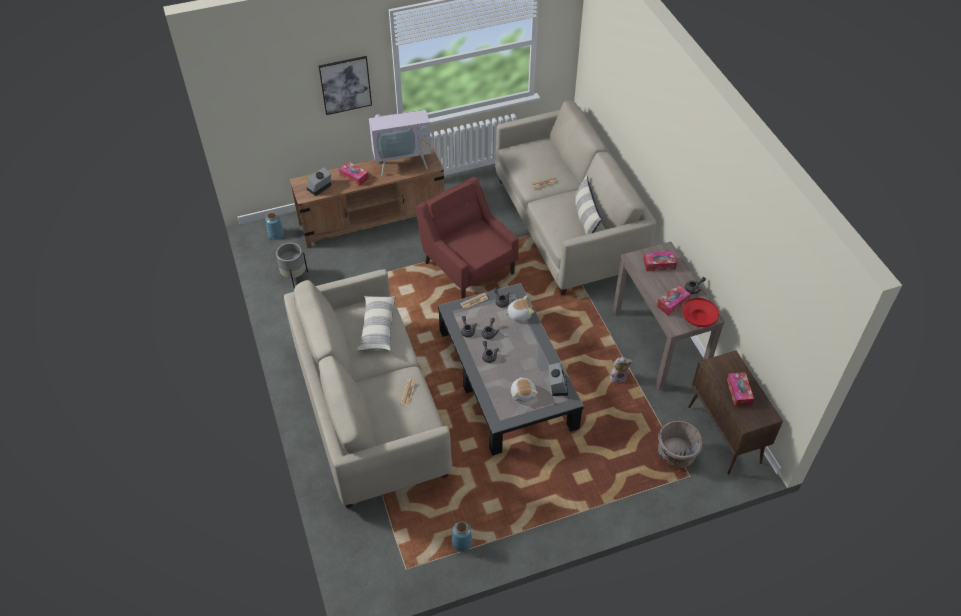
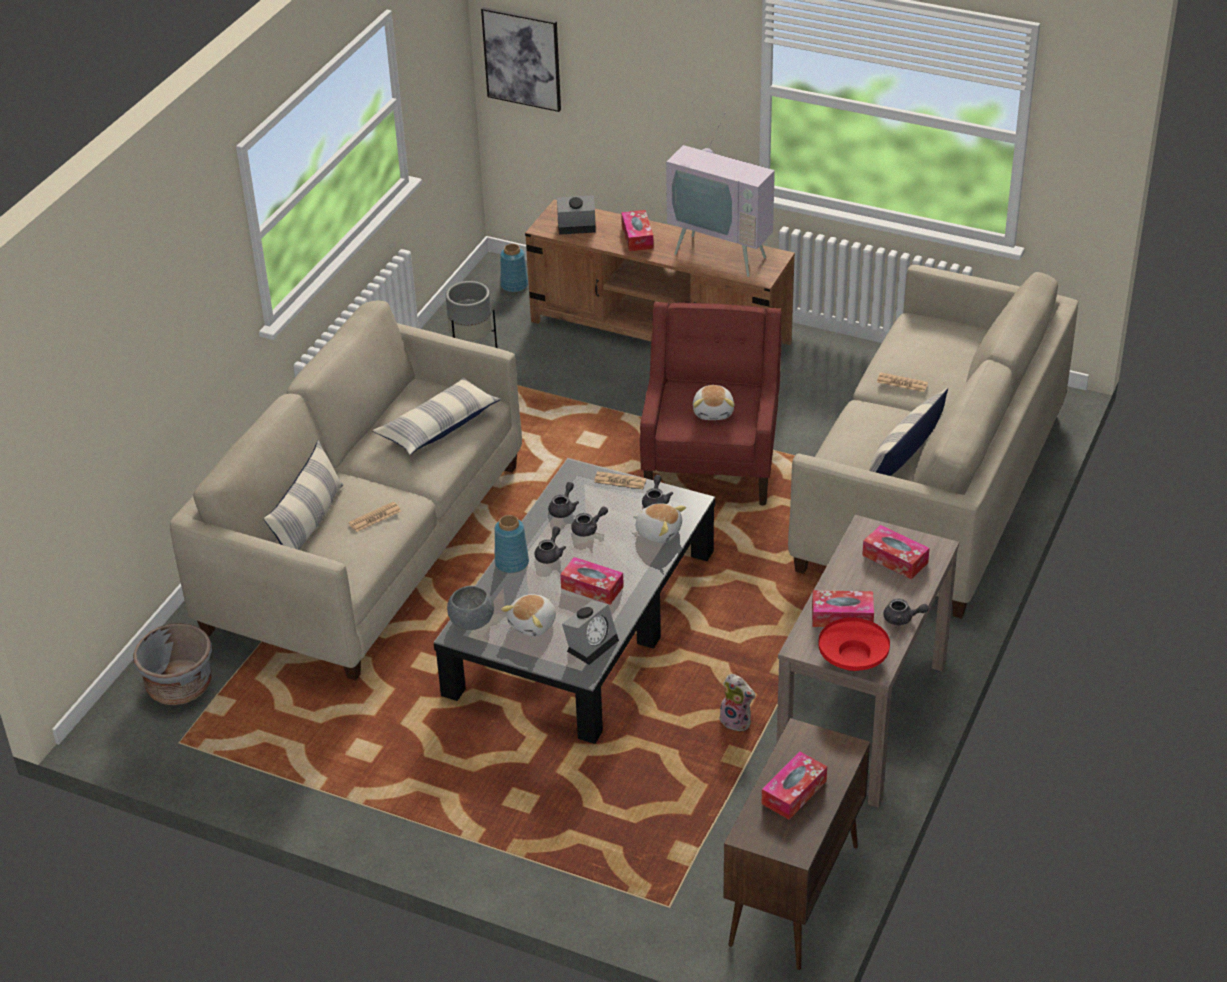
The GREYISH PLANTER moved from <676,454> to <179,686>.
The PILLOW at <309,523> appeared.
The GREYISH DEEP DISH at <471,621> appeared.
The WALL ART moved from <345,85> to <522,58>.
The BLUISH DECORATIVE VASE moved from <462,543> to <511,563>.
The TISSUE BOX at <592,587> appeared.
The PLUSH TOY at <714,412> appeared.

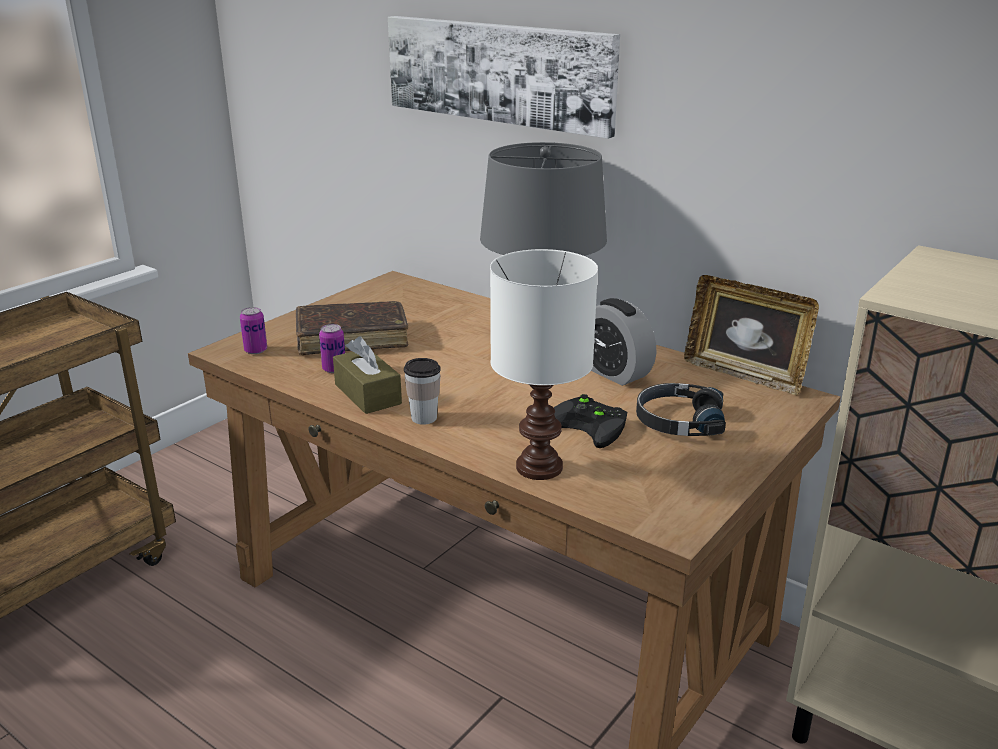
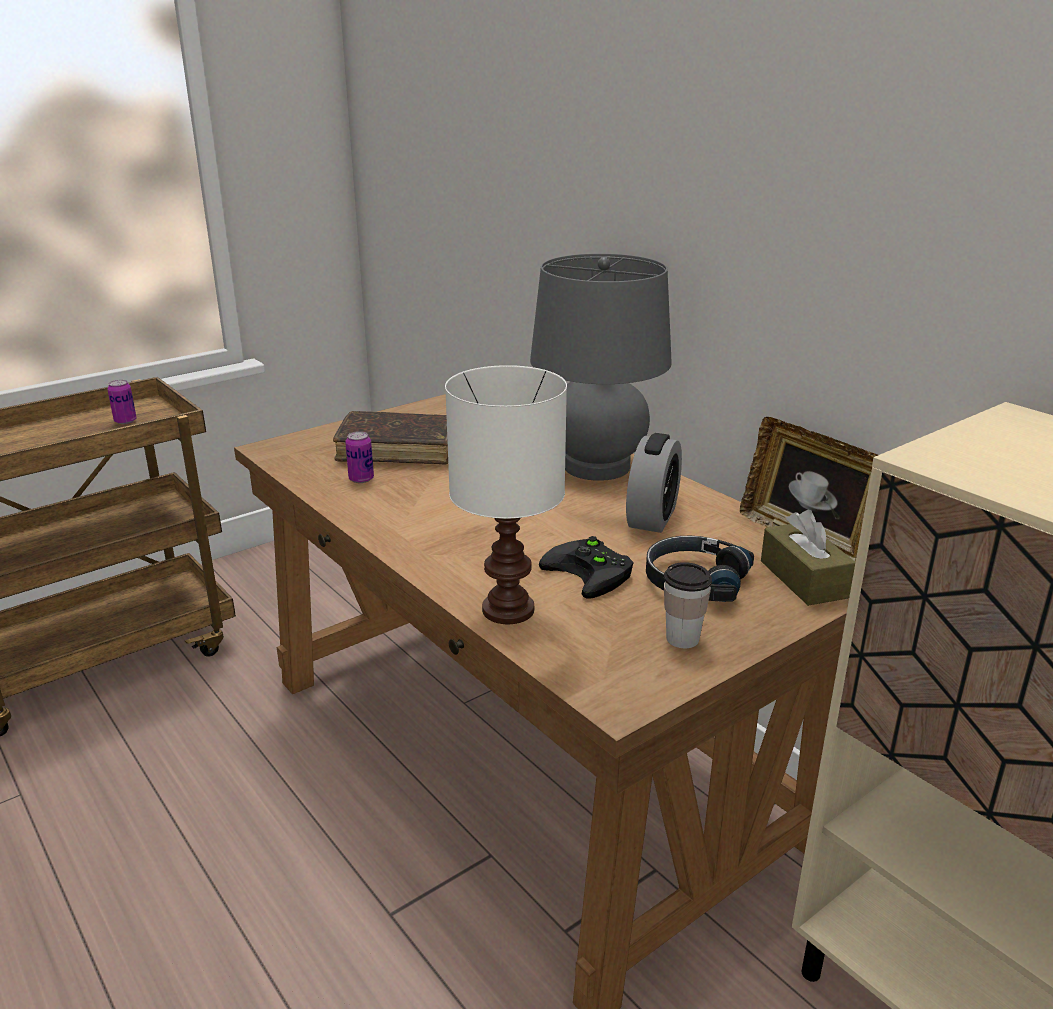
The METAL CAN moved from <256,350> to <125,421>.
The BEDSIDE CLOCK at <613,372> turned 135 degrees counterclockwise.
The CUP moved from <424,418> to <682,639>.
The BROWN TISSUE BOX moved from <367,394> to <804,579>.
The WALL ART at <499,72> disappeared.

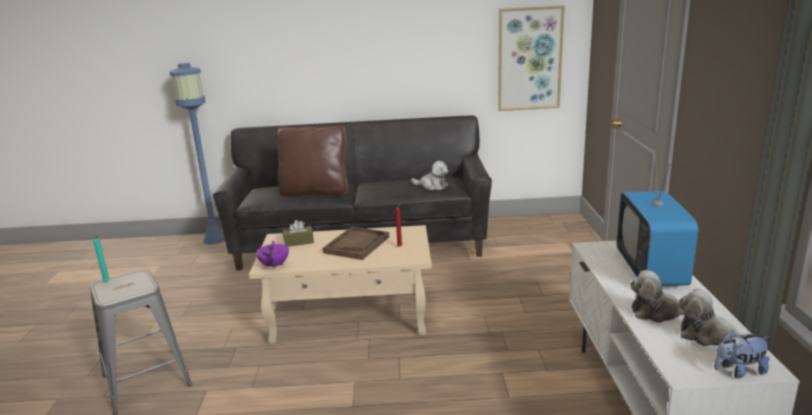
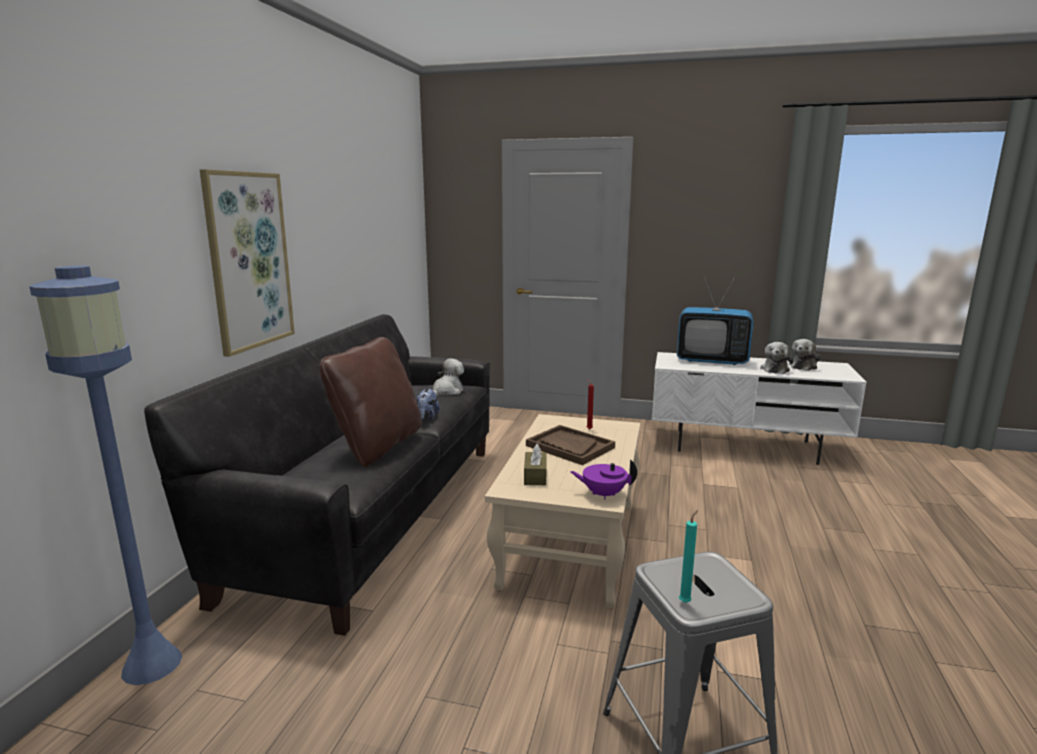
The WALL ART moved from <529,59> to <249,261>.
The PLUSH TOY moved from <738,371> to <427,417>.

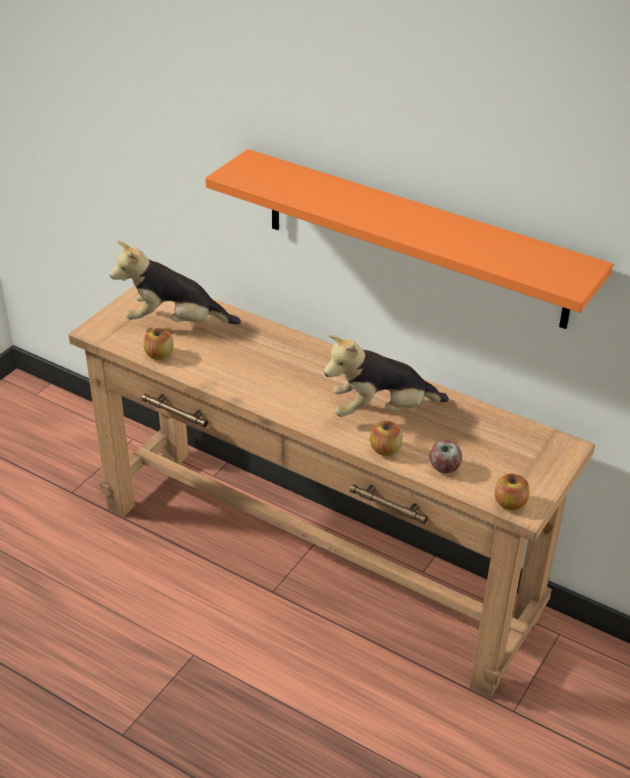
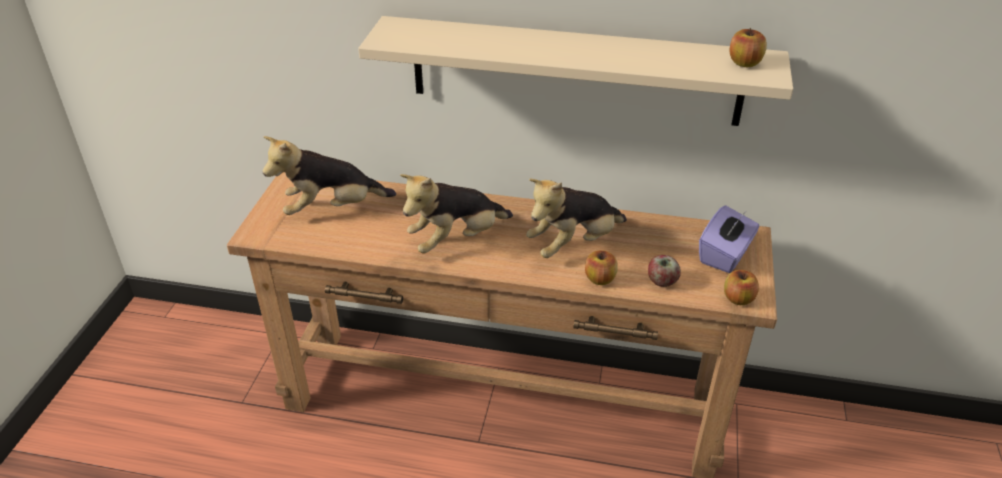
The ORANGE BRACKET SHELF at <414,238> became the SAND-COLOURED BRACKET SHELF at <575,71>.
The PLUSH TOY at <456,240> appeared.
The PURPLE-COLOURED TISSUE BOX at <725,255> appeared.
The APPLE moved from <159,355> to <744,63>.

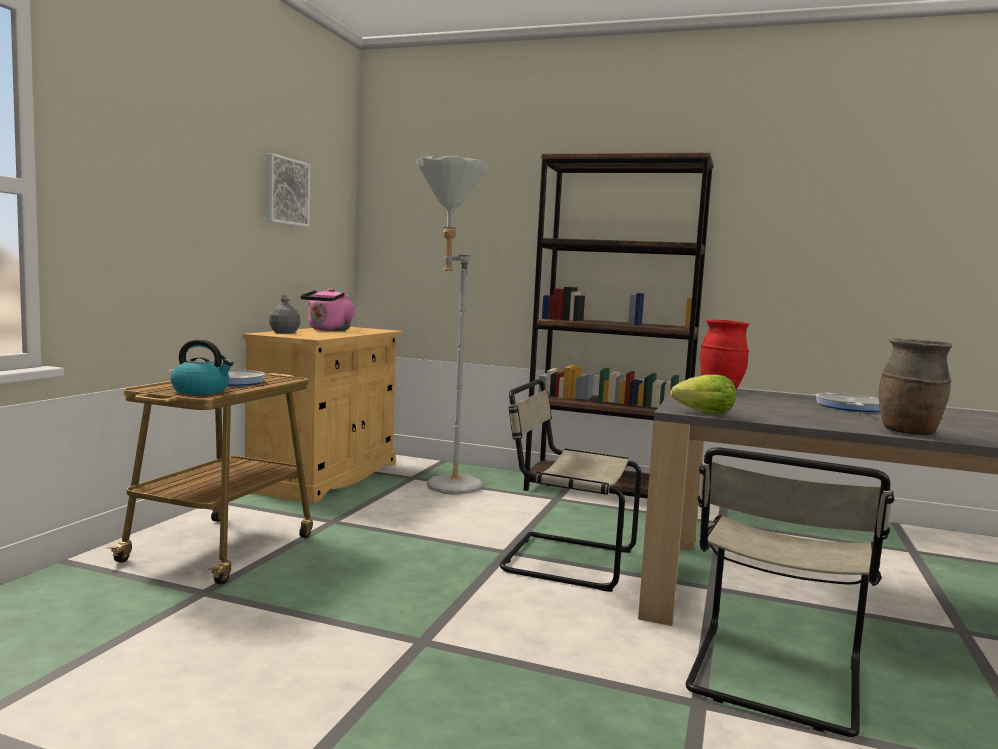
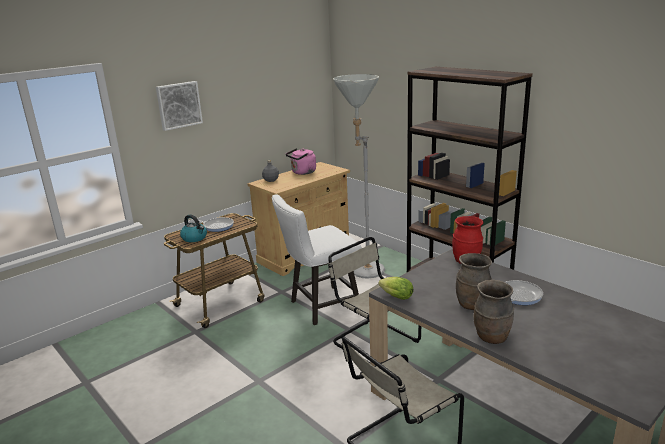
The WALL ART moved from <284,191> to <178,105>.
The WHITE STOOL at <320,307> appeared.
The BROWN DECORATIVE VASE at <472,305> appeared.

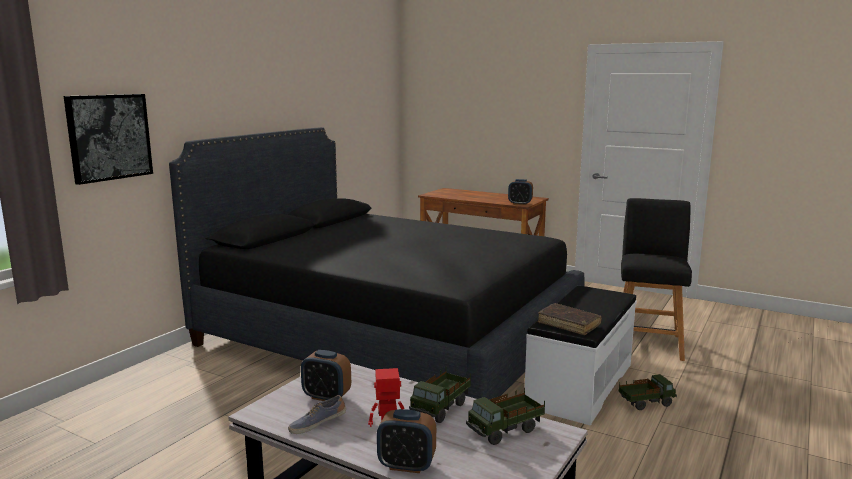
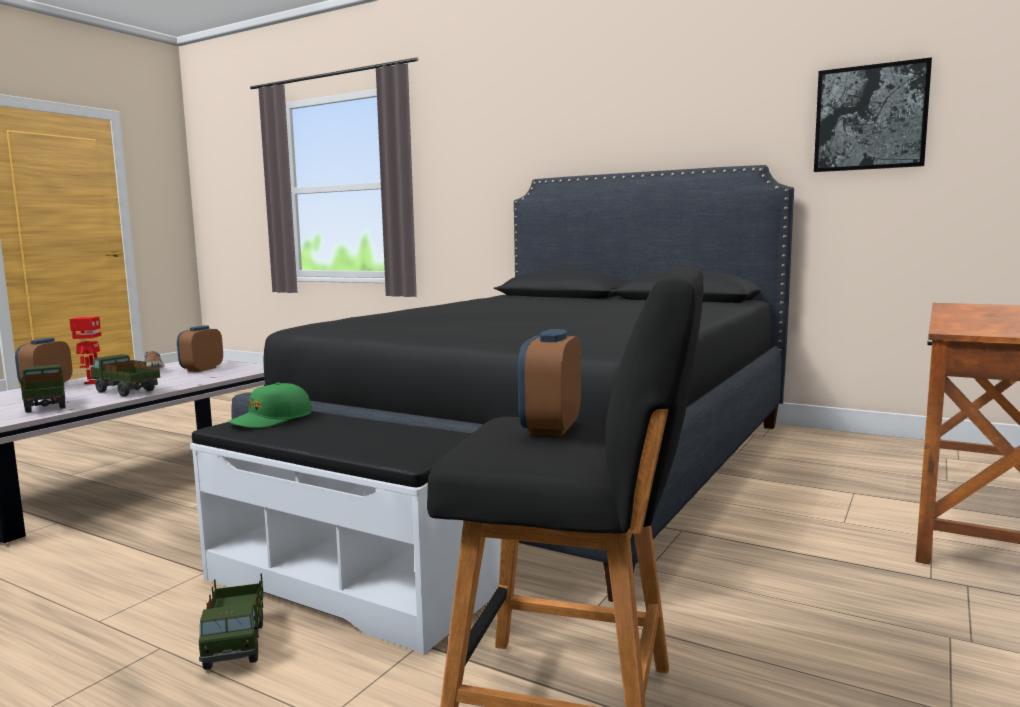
The BROWN VOLUME at <568,324> was replaced by the GREEN-COLOURED PEAKED CAP at <271,420>.
The BEDSIDE CLOCK moved from <520,203> to <551,428>.
The WALL ART moved from <109,137> to <870,118>.

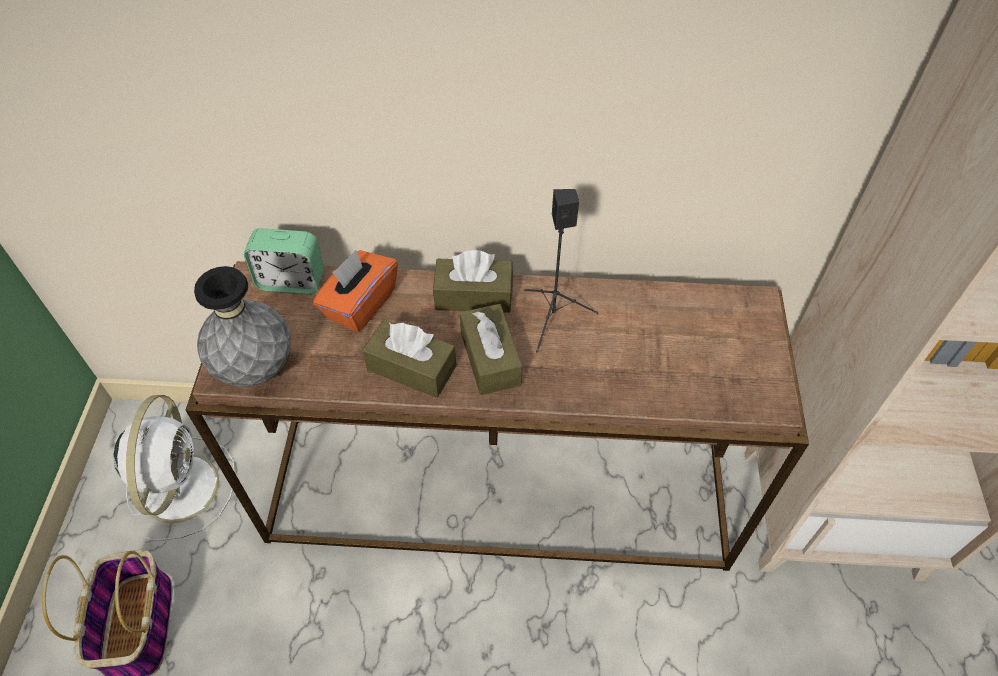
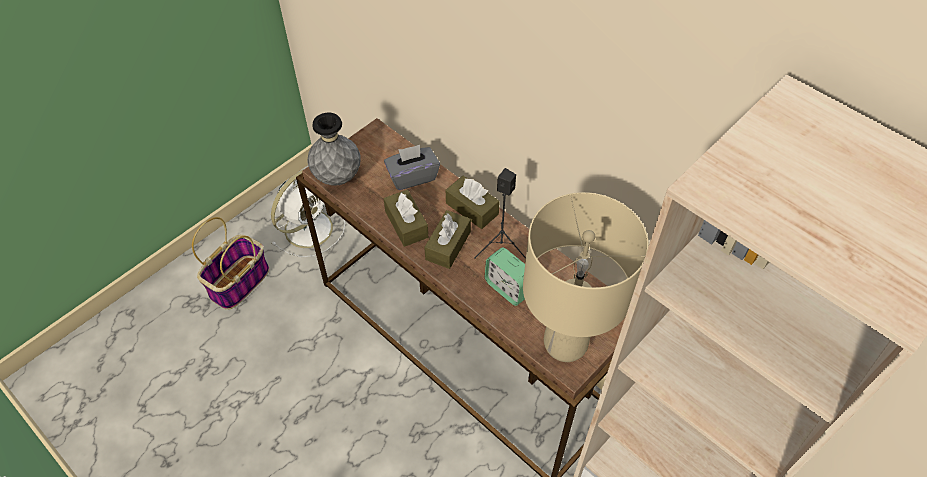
The ORANGE TISSUE BOX at <359,304> became the GREYISH TISSUE BOX at <412,176>.
The BEDSIDE CLOCK moved from <291,281> to <508,288>.
The SAND-COLOURED LAMP FOR A TABLE at <566,343> appeared.

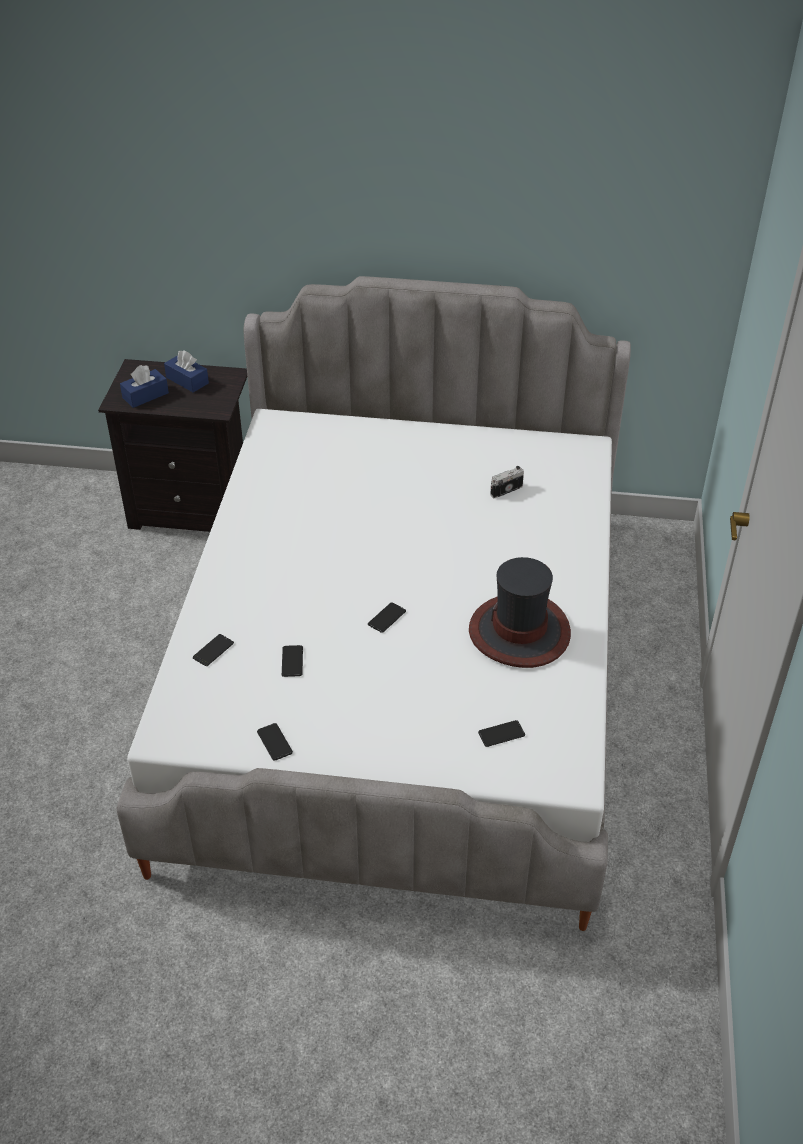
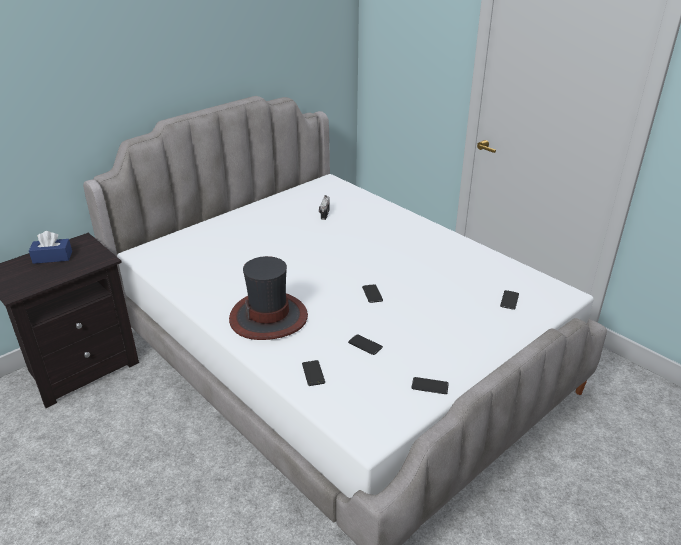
The HAT moved from <520,632> to <269,317>.
The BLUISH TISSUE BOX at <145,395> disappeared.

